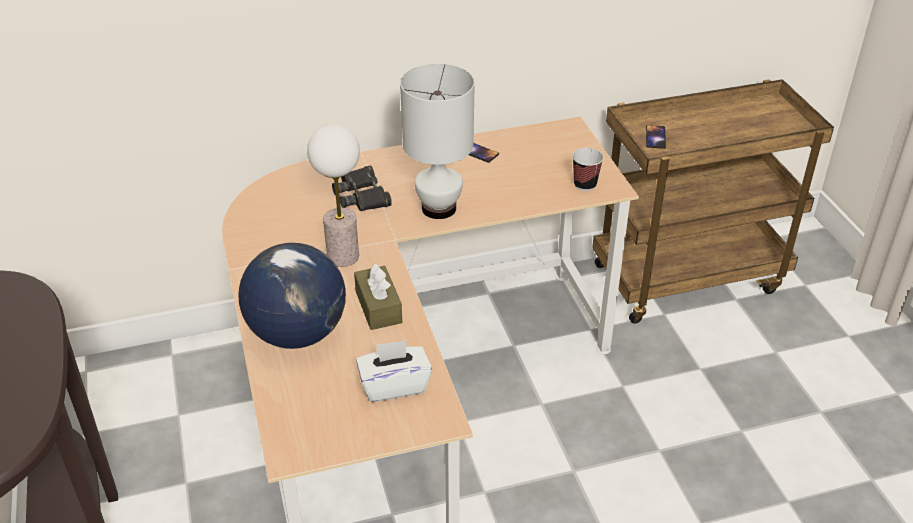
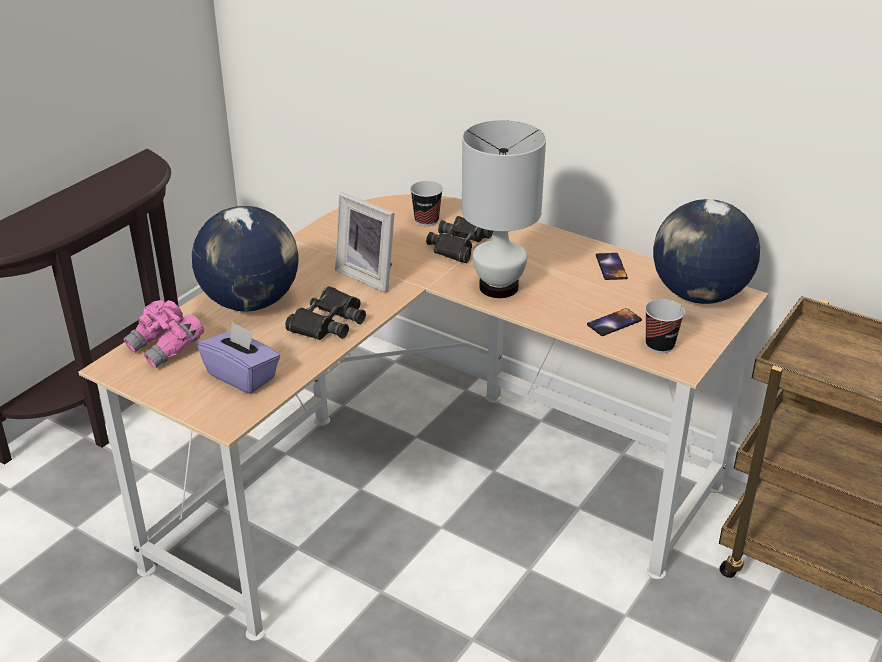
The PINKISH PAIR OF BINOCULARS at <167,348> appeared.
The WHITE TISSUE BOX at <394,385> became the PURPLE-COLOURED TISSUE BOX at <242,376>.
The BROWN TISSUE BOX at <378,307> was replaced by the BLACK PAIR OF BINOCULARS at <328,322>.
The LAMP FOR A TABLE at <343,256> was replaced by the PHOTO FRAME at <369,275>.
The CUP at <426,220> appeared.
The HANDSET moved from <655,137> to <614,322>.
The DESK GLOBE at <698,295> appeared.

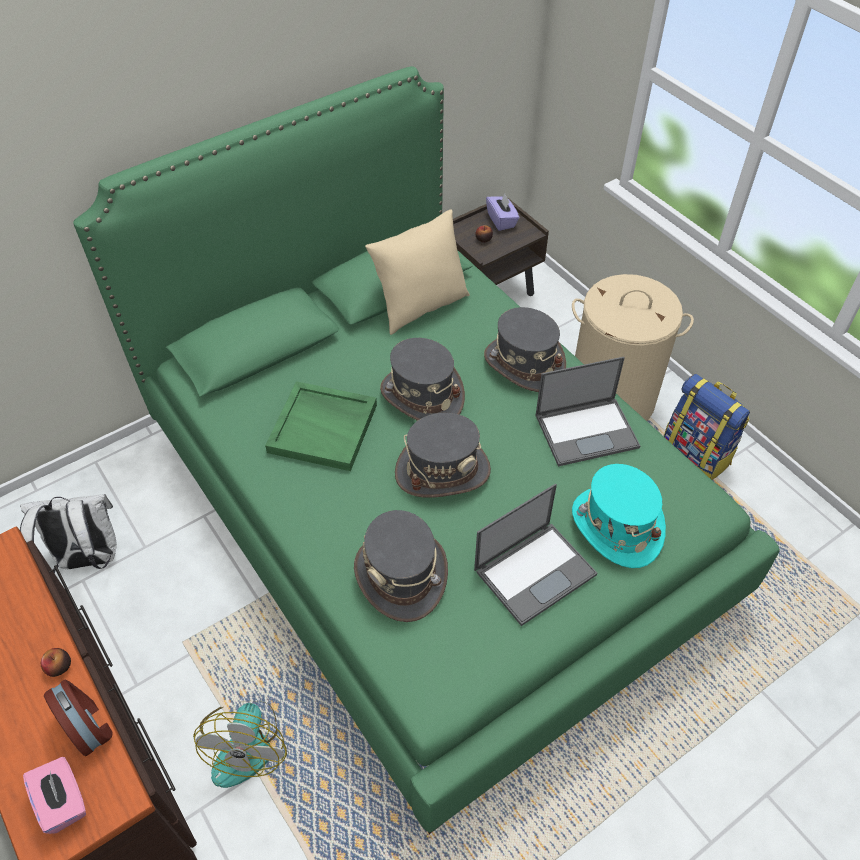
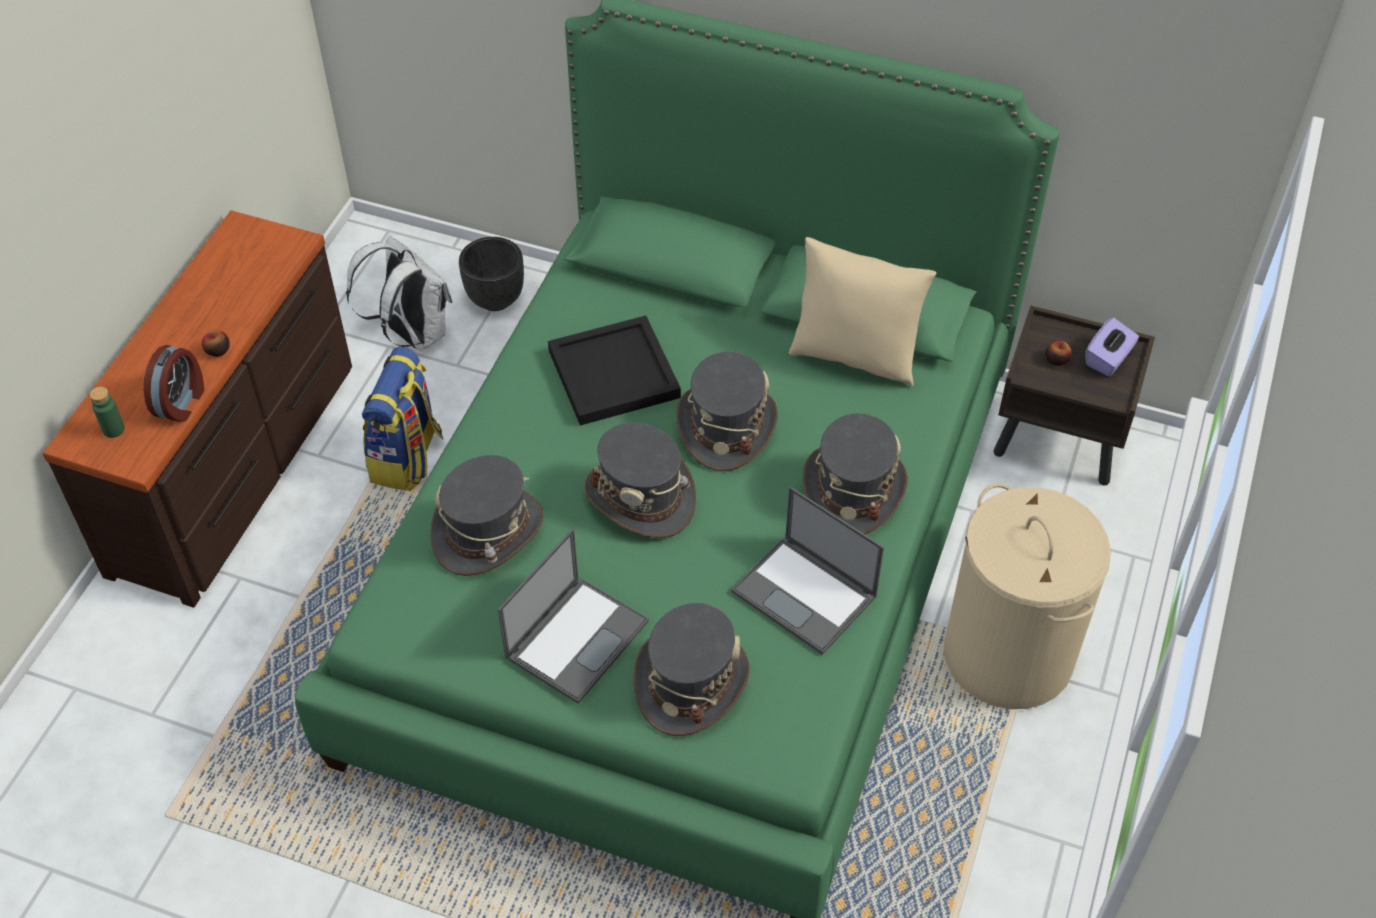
The PINKISH TISSUE BOX at <63,801> was replaced by the GREEN-COLOURED BEVERAGE BOTTLE at <113,429>.
The RUCKSACK moved from <696,454> to <407,458>.
The BLACK PLANTER at <496,300> appeared.
The NOTEBOOK COMPUTER at <535,571> turned 75 degrees counterclockwise.
The GREEN-COLOURED TRAY at <324,428> became the BLACK TRAY at <615,374>.
The TURQUOISE-COLOURED HAT at <616,527> became the GREYISH HAT at <691,682>.
The ELECTRIC FAN at <245,744> disappeared.

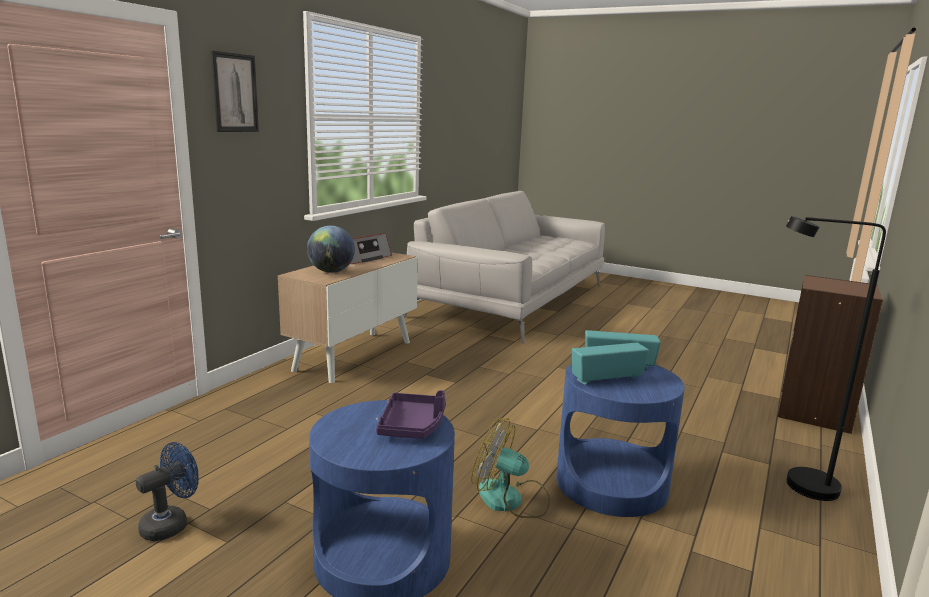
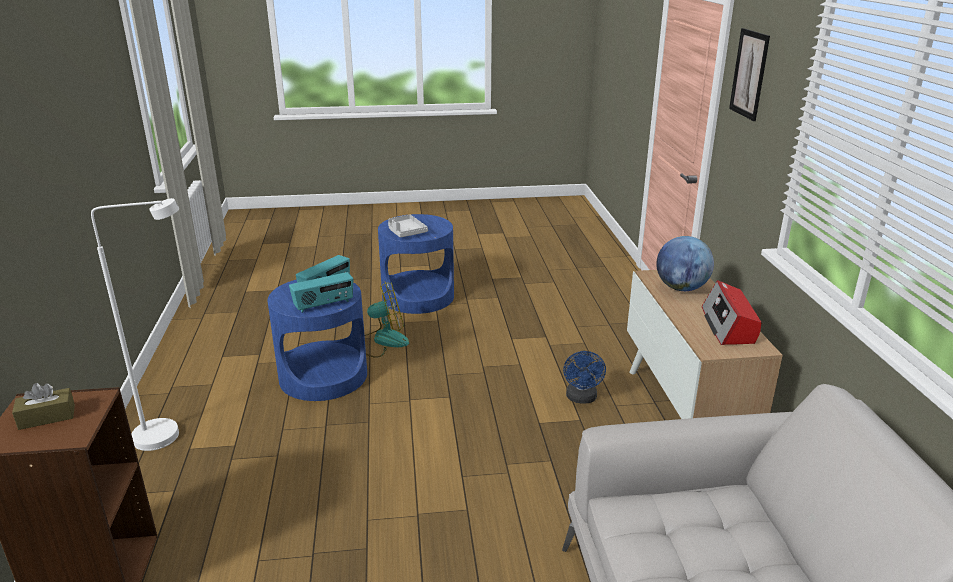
The BROWN TISSUE BOX at <47,417> appeared.
The BLACK STANDING LAMP at <797,484> became the WHITE STANDING LAMP at <169,433>.
The PURPLE-COLOURED TRAY at <412,425> became the GREYISH TRAY at <405,232>.
The BLUISH ELECTRIC FAN moved from <171,524> to <581,399>.

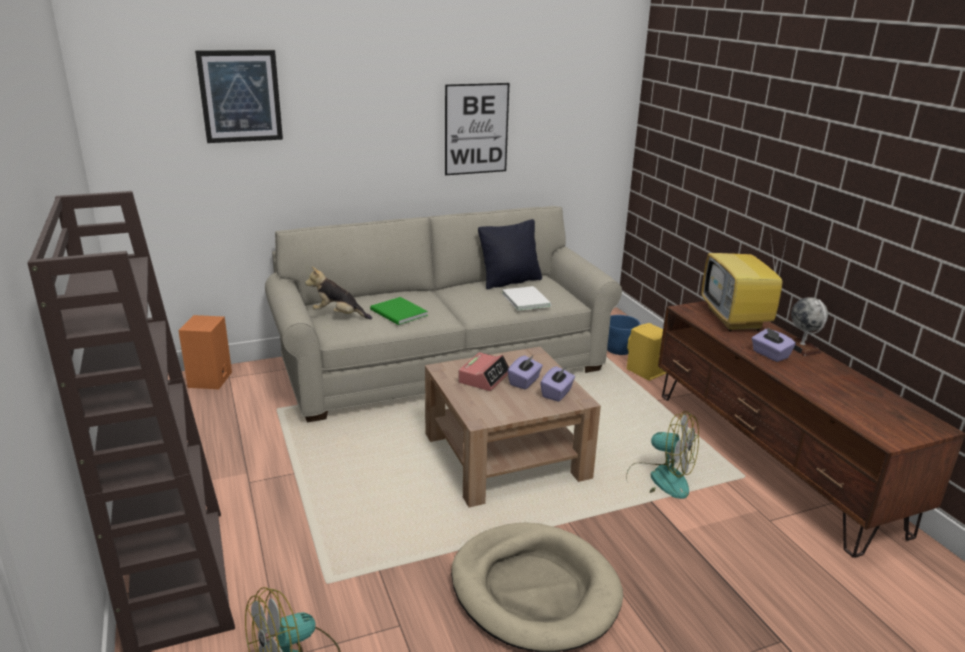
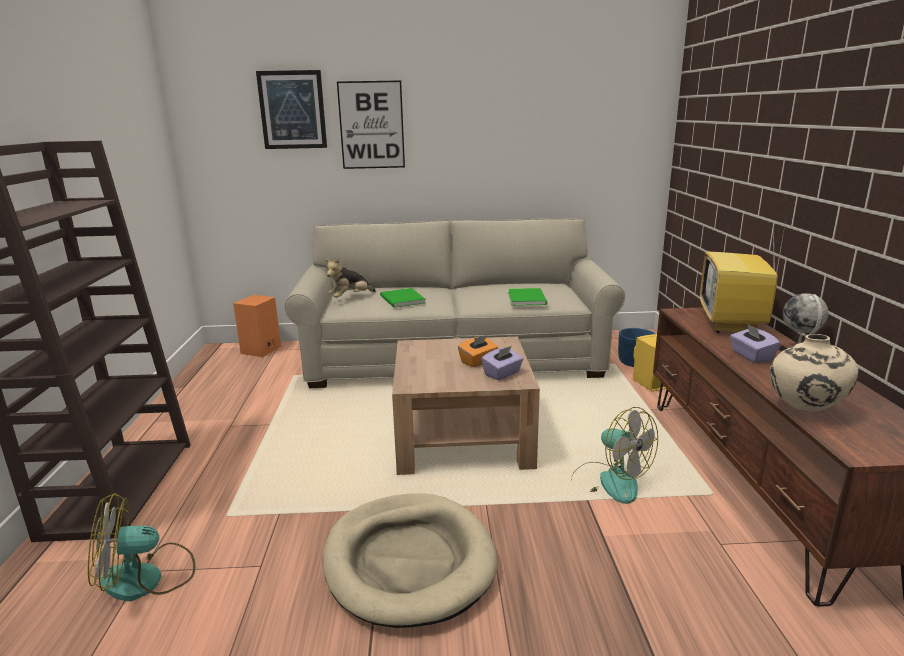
The PLUSH TOY at <338,315> turned 75 degrees counterclockwise.
The WALL ART moved from <476,129> to <371,125>.
The PURPLE-COLOURED TISSUE BOX at <524,382> became the ORANGE TISSUE BOX at <478,361>.
The WHITE VOLUME at <526,299> became the GREEN-COLOURED VOLUME at <527,298>.
The SAND-COLOURED DECORATIVE VASE at <804,411> appeared.
The BEDSIDE CLOCK at <484,377> disappeared.
The BLACK PILLOW at <510,281> disappeared.

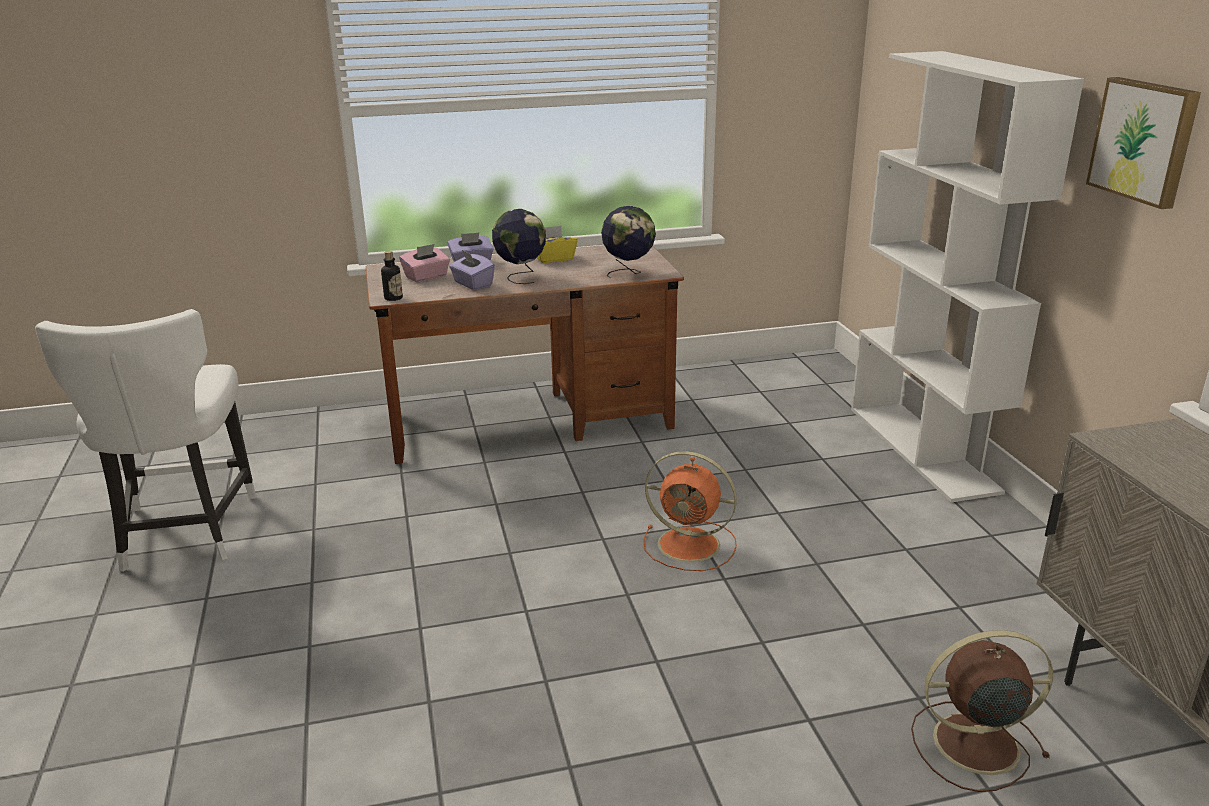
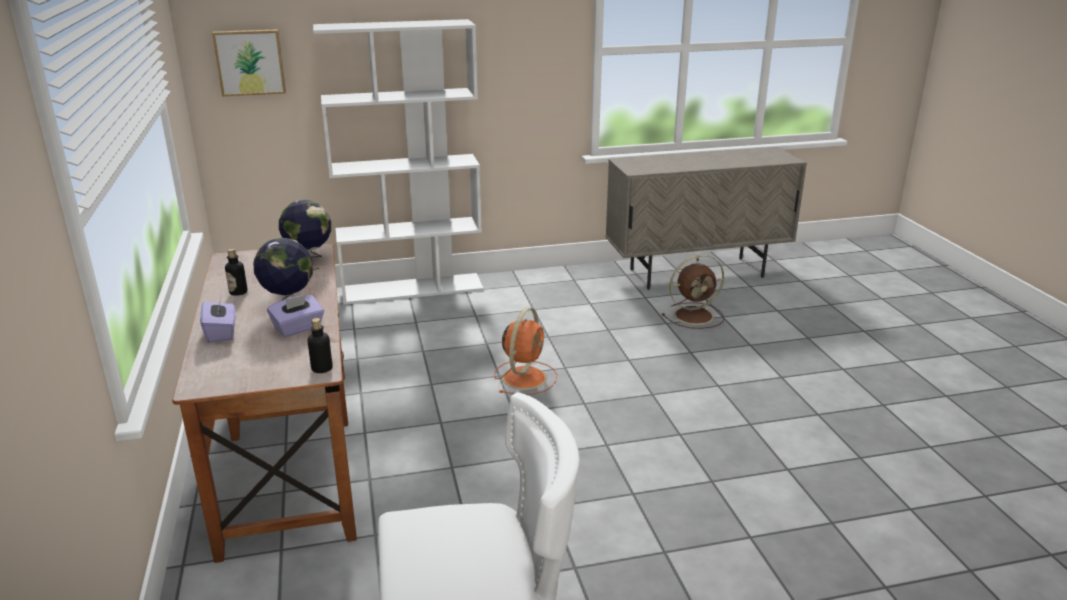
The WALL ART moved from <1145,141> to <250,62>.
The YELLOWISH TISSUE BOX at <554,259> was replaced by the BEVERAGE BOTTLE at <238,292>.
The BROWN ELECTRIC FAN at <972,743> turned 105 degrees counterclockwise.
The PINKISH TISSUE BOX at <426,277> disappeared.

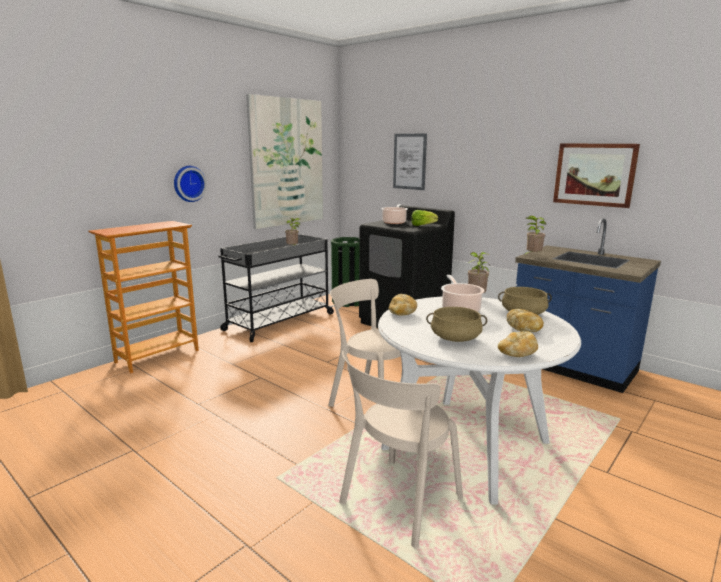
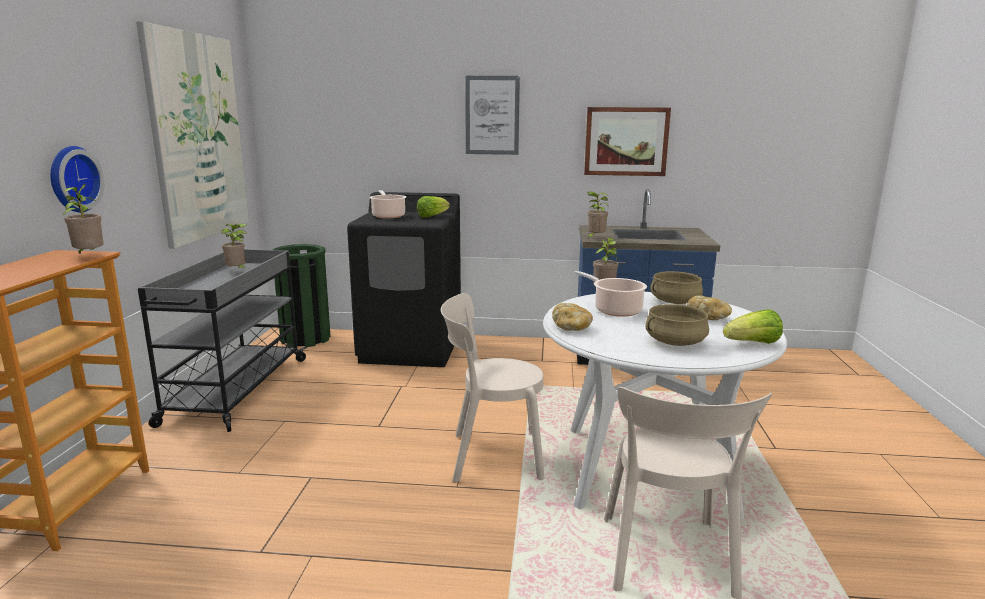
The HOUSEPLANT at <89,256> appeared.
The WALL ART moved from <409,161> to <492,115>.
The BREAD at <517,354> was replaced by the LETTUCE at <753,344>.

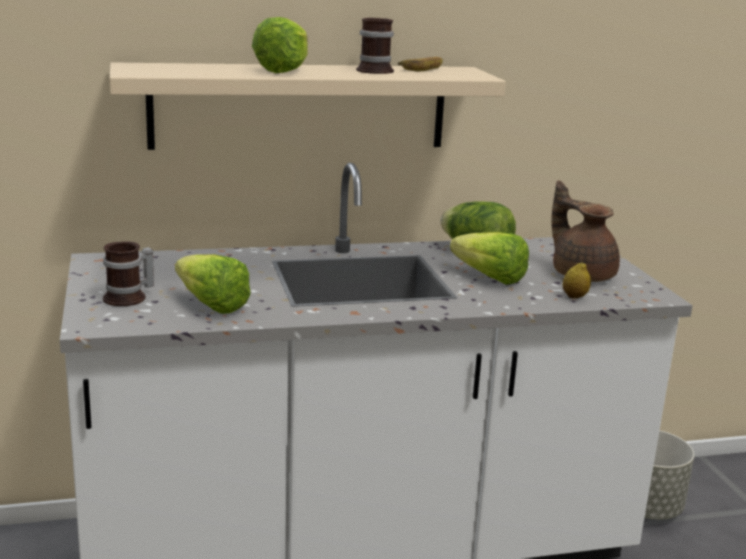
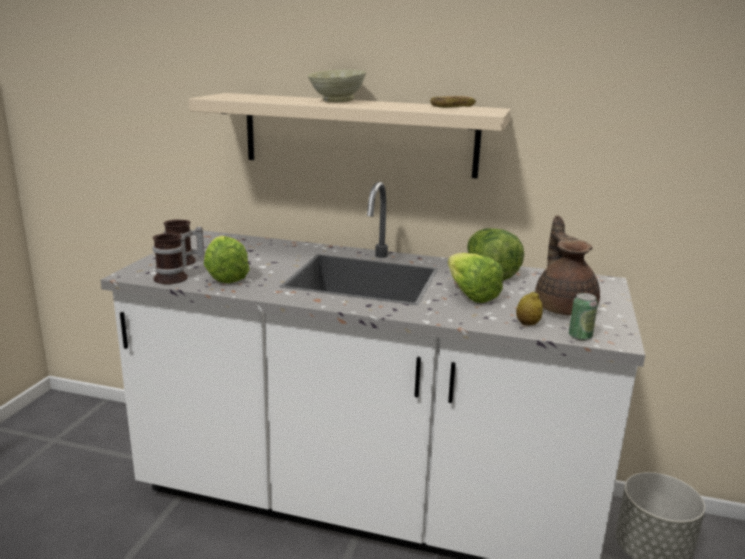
The COFFEE MUG moved from <375,70> to <174,277>.
The LETTUCE at <289,69> was replaced by the SAND-COLOURED DEEP DISH at <336,101>.
The METAL CAN at <580,336> appeared.

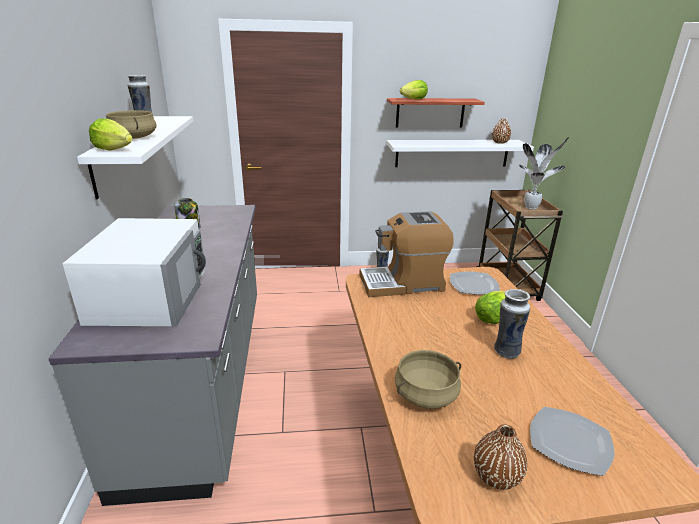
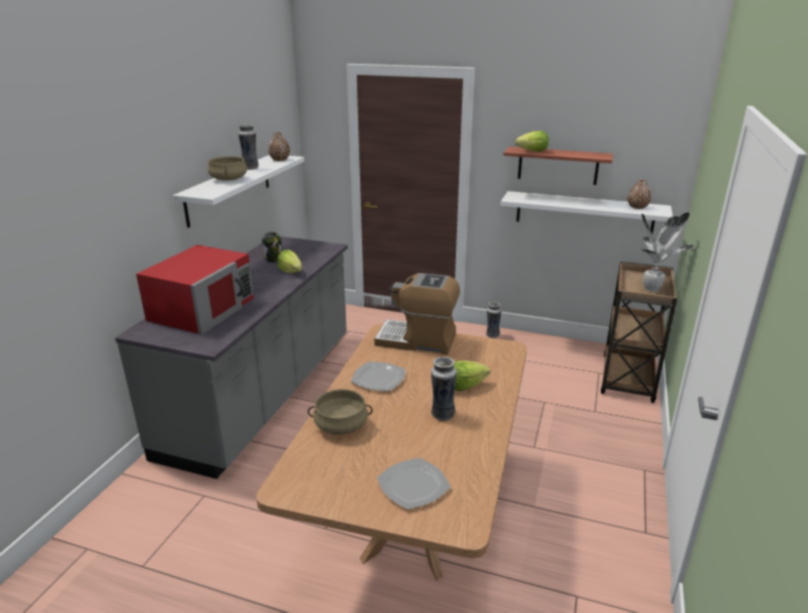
The WHITE MICROWAVE at <150,295> became the RED-COLOURED MICROWAVE at <203,308>.
The BROWN DECORATIVE VASE moved from <496,476> to <280,159>.
The LETTUCE moved from <114,150> to <291,272>.
The FLAT DISH moved from <474,285> to <379,378>.

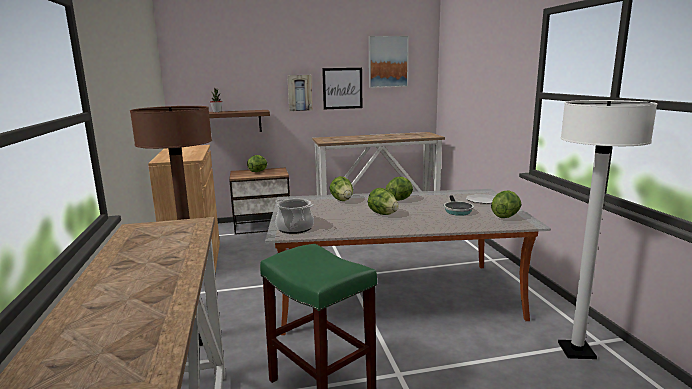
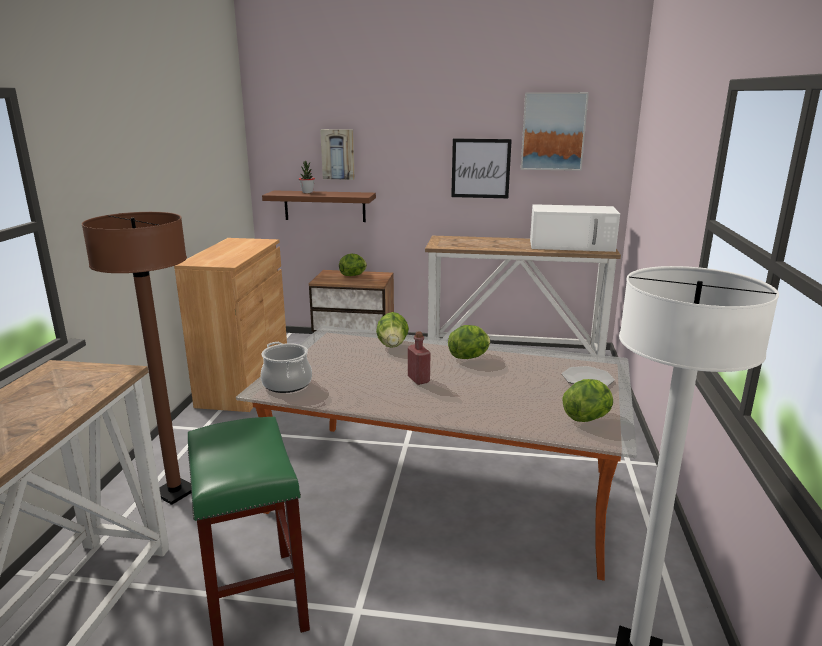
The WALL ART moved from <299,93> to <338,154>.
The LETTUCE at <382,214> was replaced by the RED-COLOURED BEVERAGE BOTTLE at <418,379>.
The WHITE MICROWAVE at <572,245> appeared.
The FRYING PAN at <457,211> disappeared.

